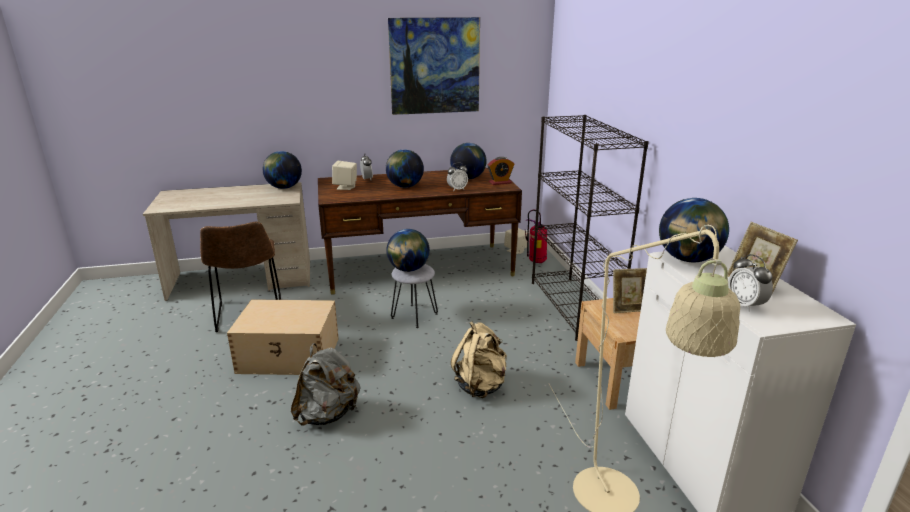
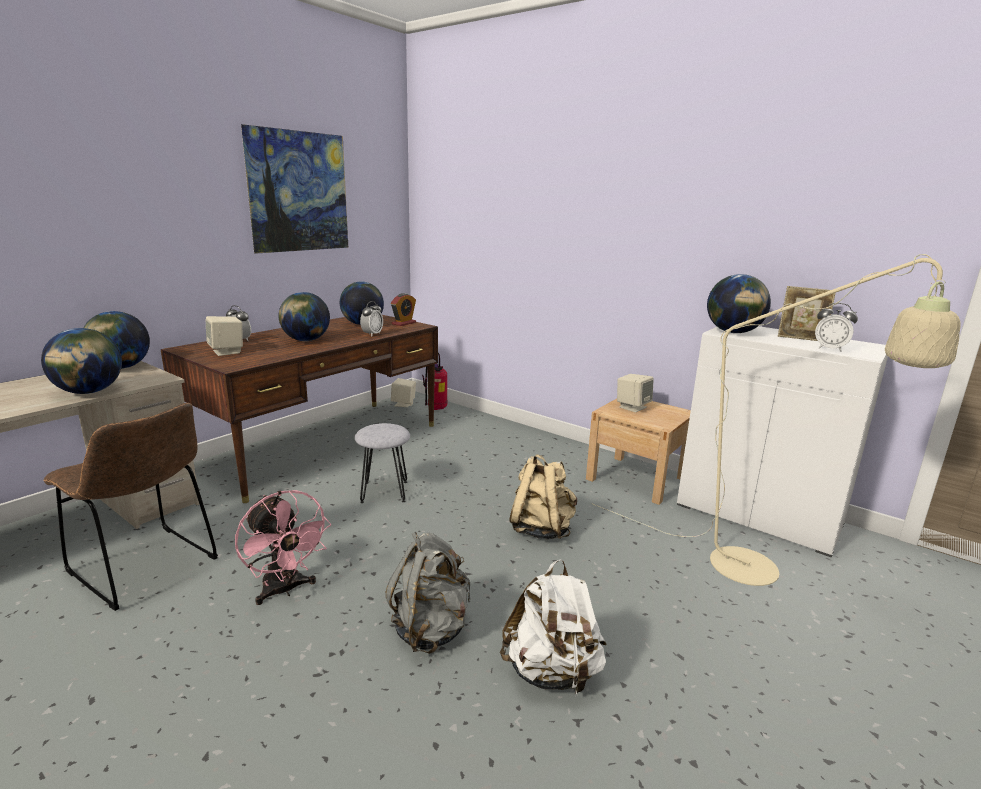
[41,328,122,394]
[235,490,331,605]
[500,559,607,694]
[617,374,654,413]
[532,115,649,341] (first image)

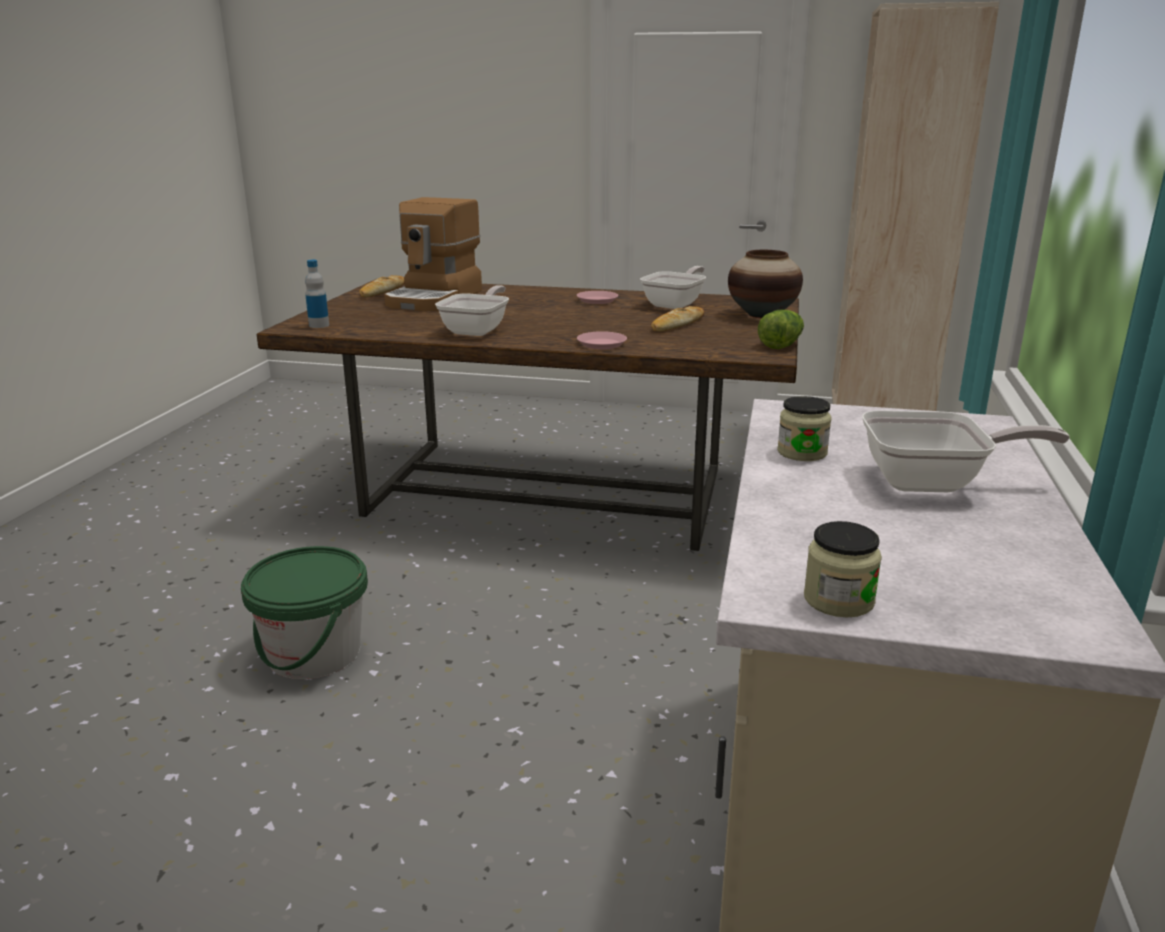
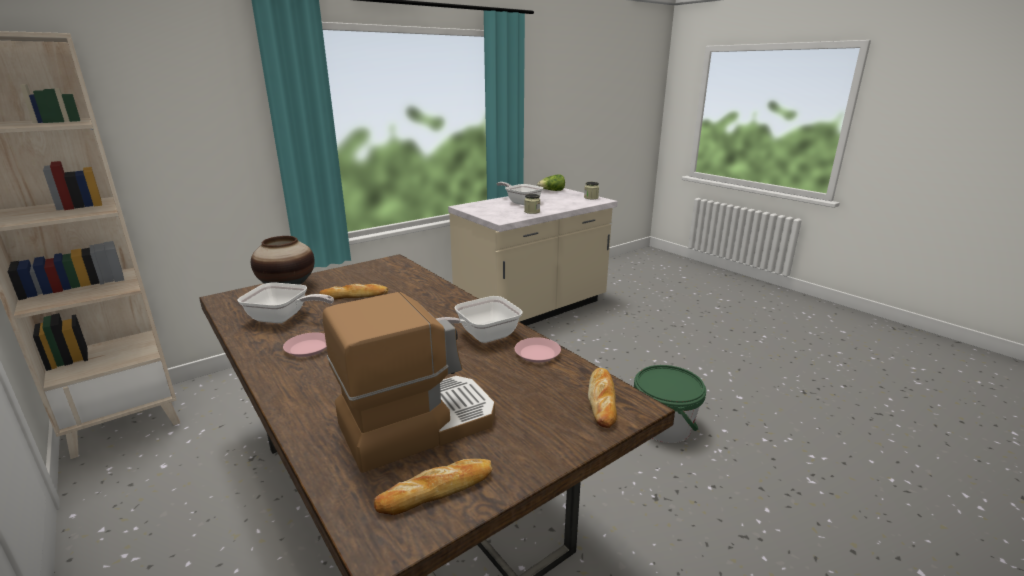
[237,283,334,323]
[515,337,561,363]
[537,174,565,191]
[588,368,617,428]

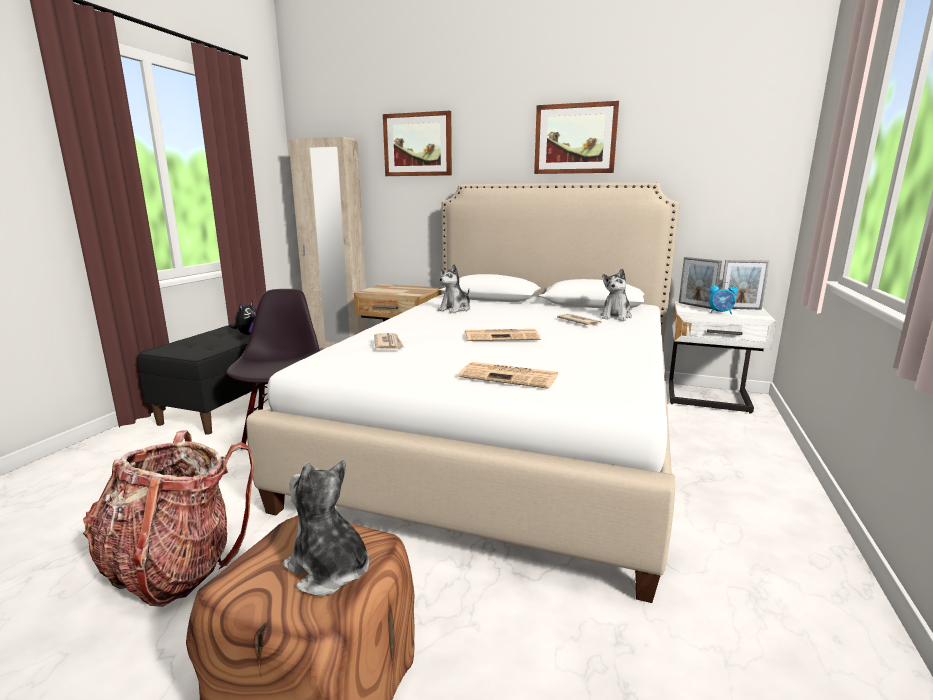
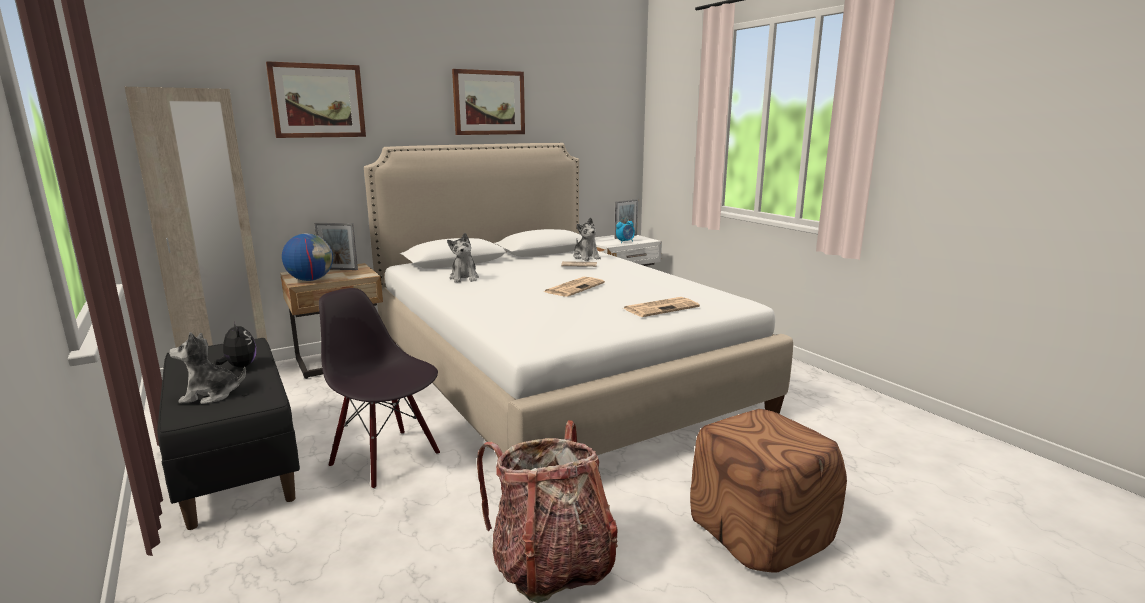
[169,332,246,404]
[282,233,333,281]
[315,223,358,270]
[374,333,404,350] (first image)

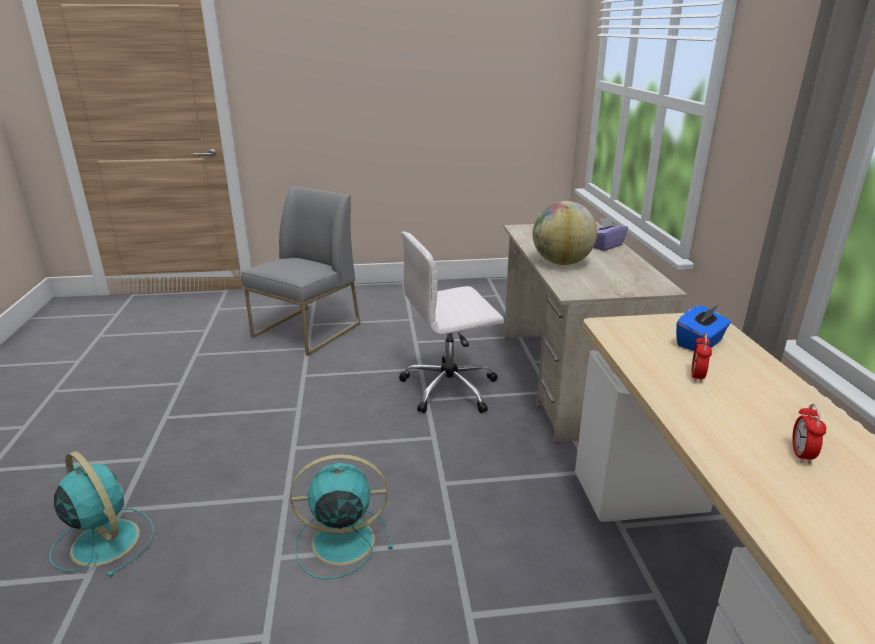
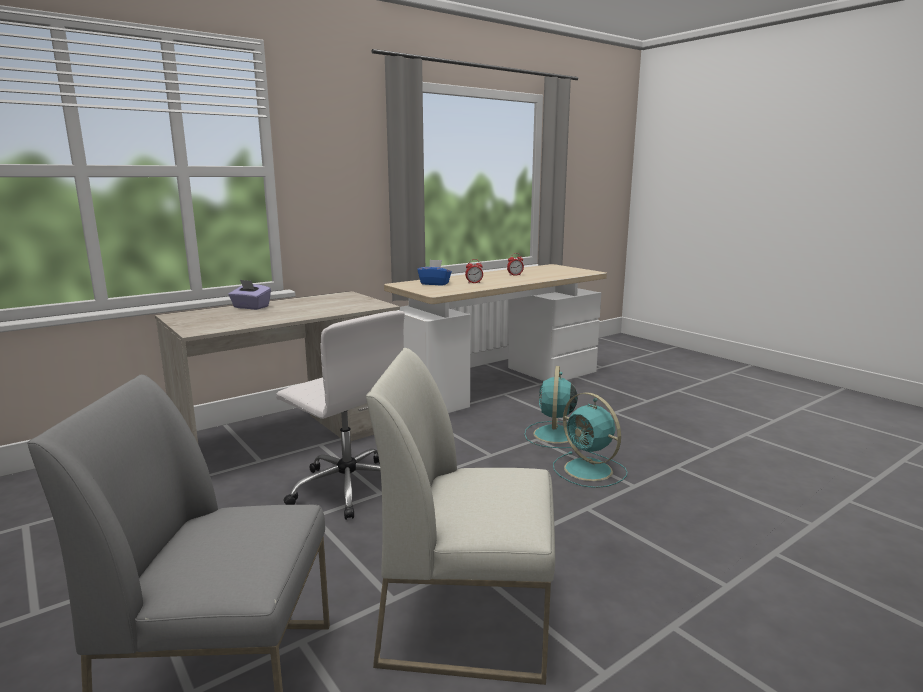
[366,348,555,685]
[524,366,578,448]
[532,201,597,265] (first image)

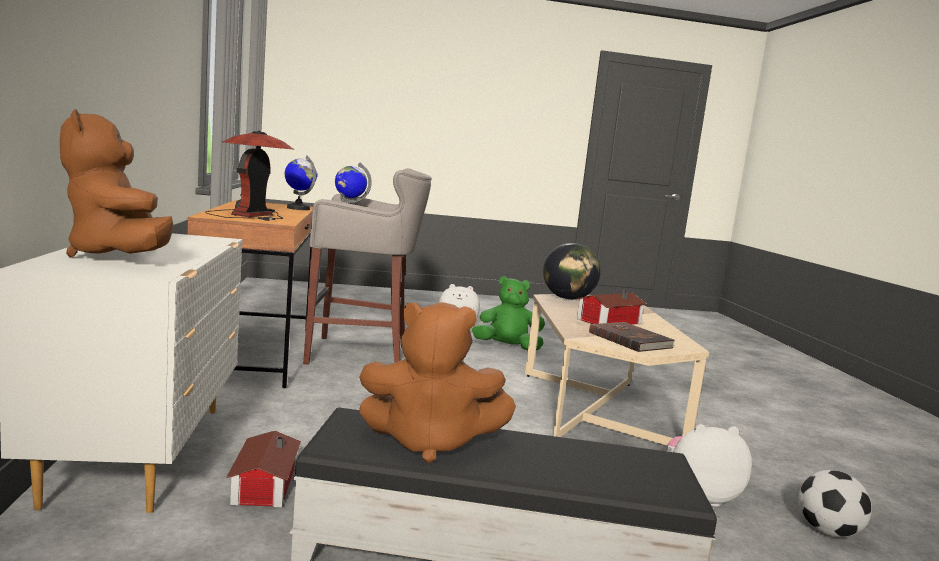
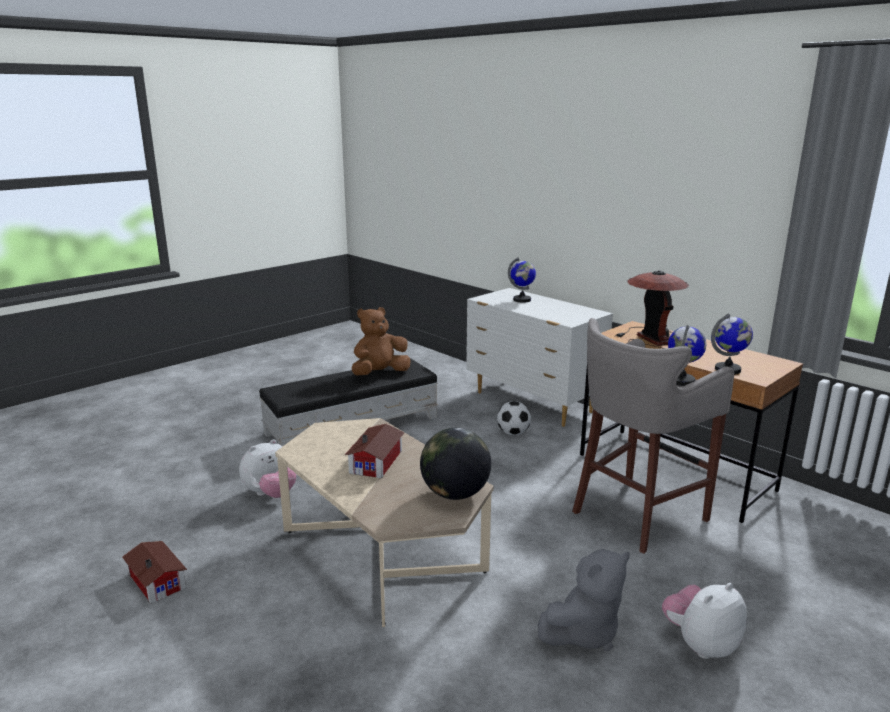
[122,541,187,604]
[497,401,531,435]
[508,257,536,303]
[538,549,630,651]
[589,322,675,352] (first image)

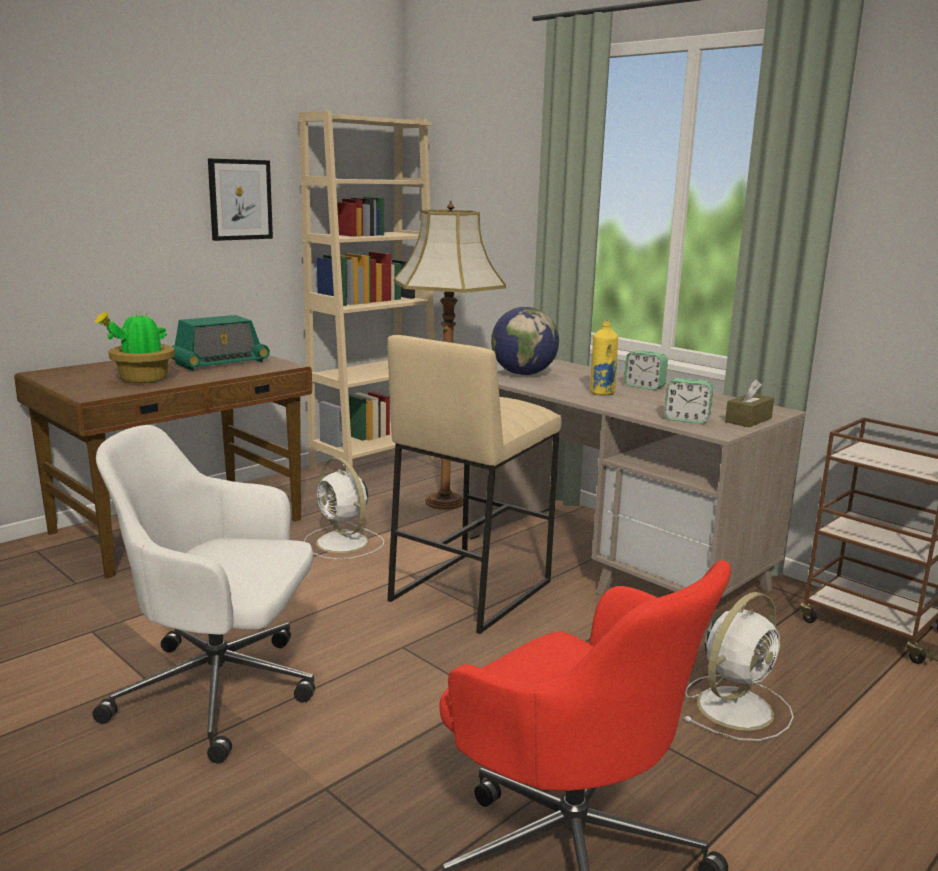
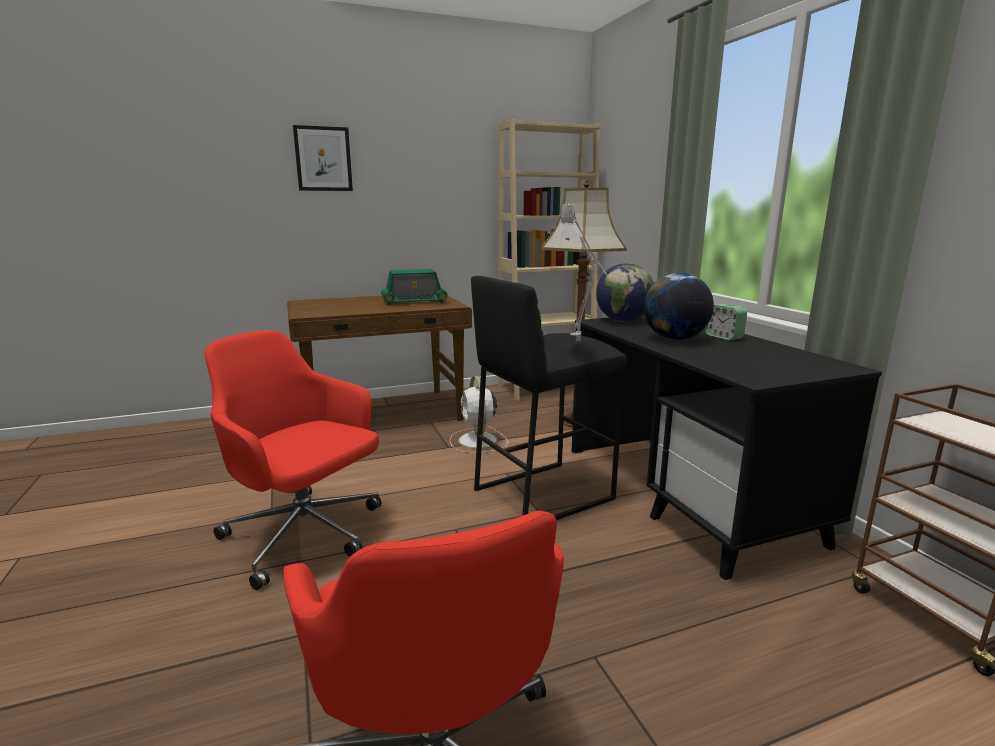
[205,330,381,590]
[293,125,353,191]
[471,276,627,520]
[552,203,608,341]
[572,315,882,580]
[644,273,714,340]
[95,312,175,383] (first image)
[664,378,713,424] (first image)
[684,592,794,741] (first image)
[725,379,774,427] (first image)

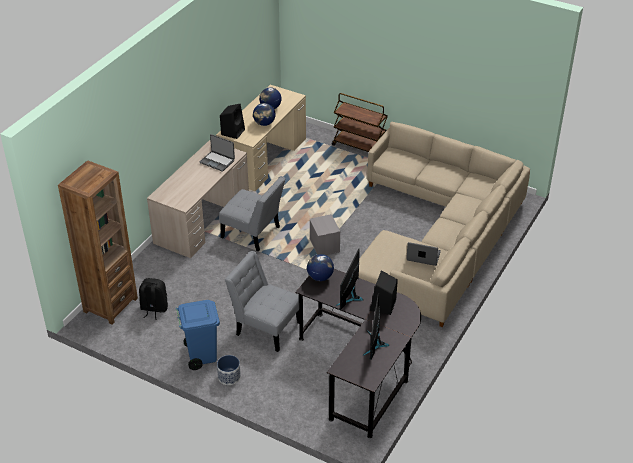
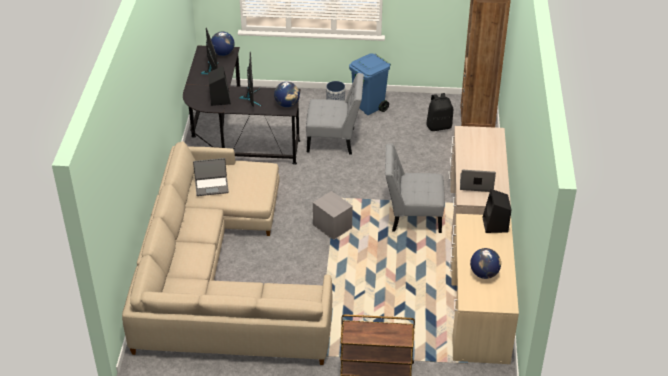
[211,32,235,56]

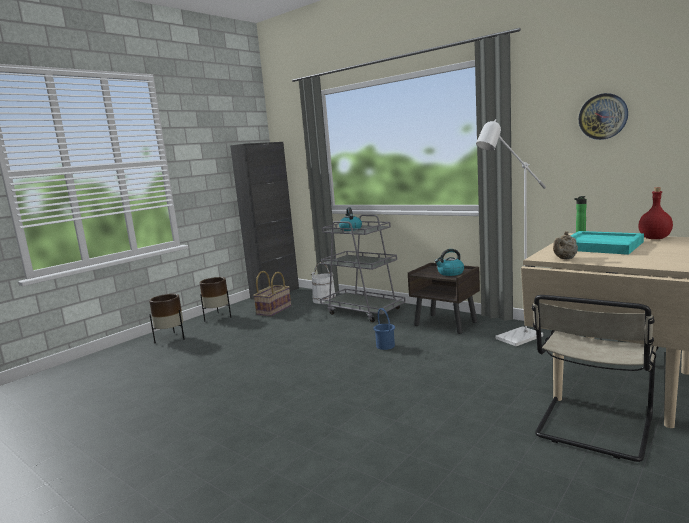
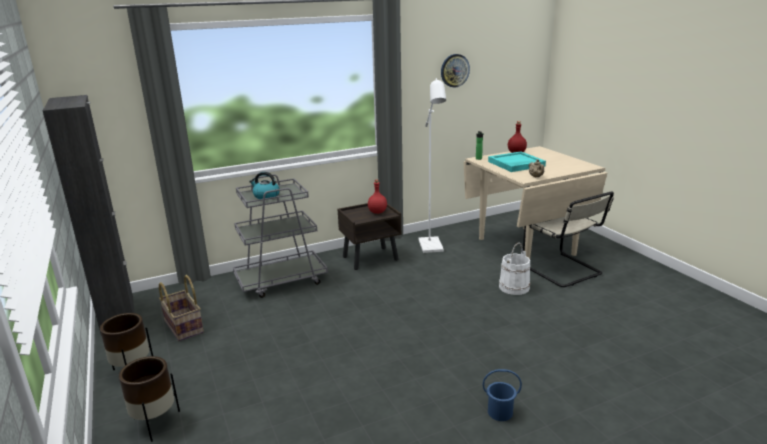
[368,180,387,214]
[483,369,522,421]
[499,242,531,295]

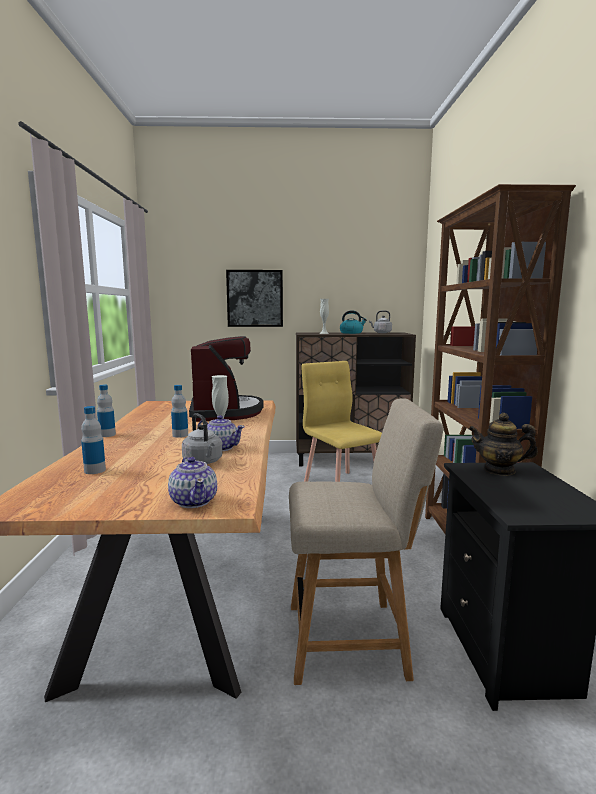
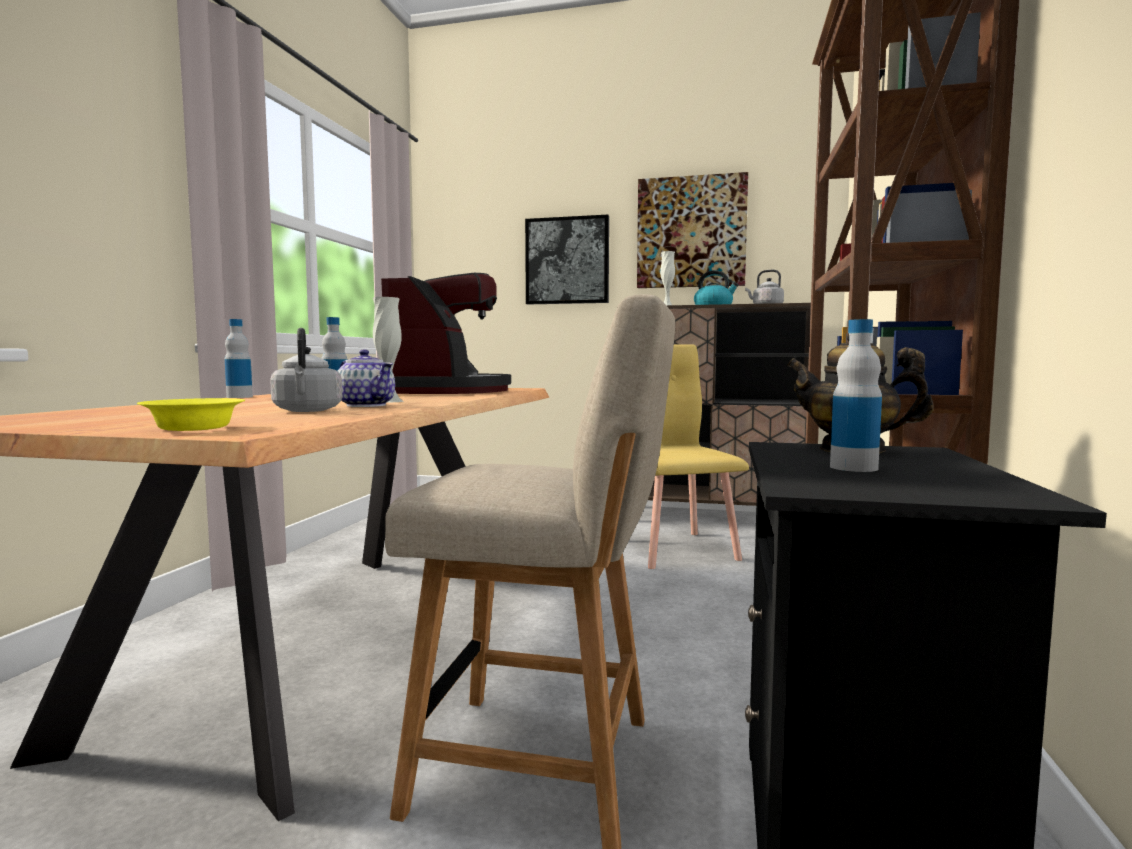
[137,398,245,431]
[637,172,748,288]
[830,319,882,472]

